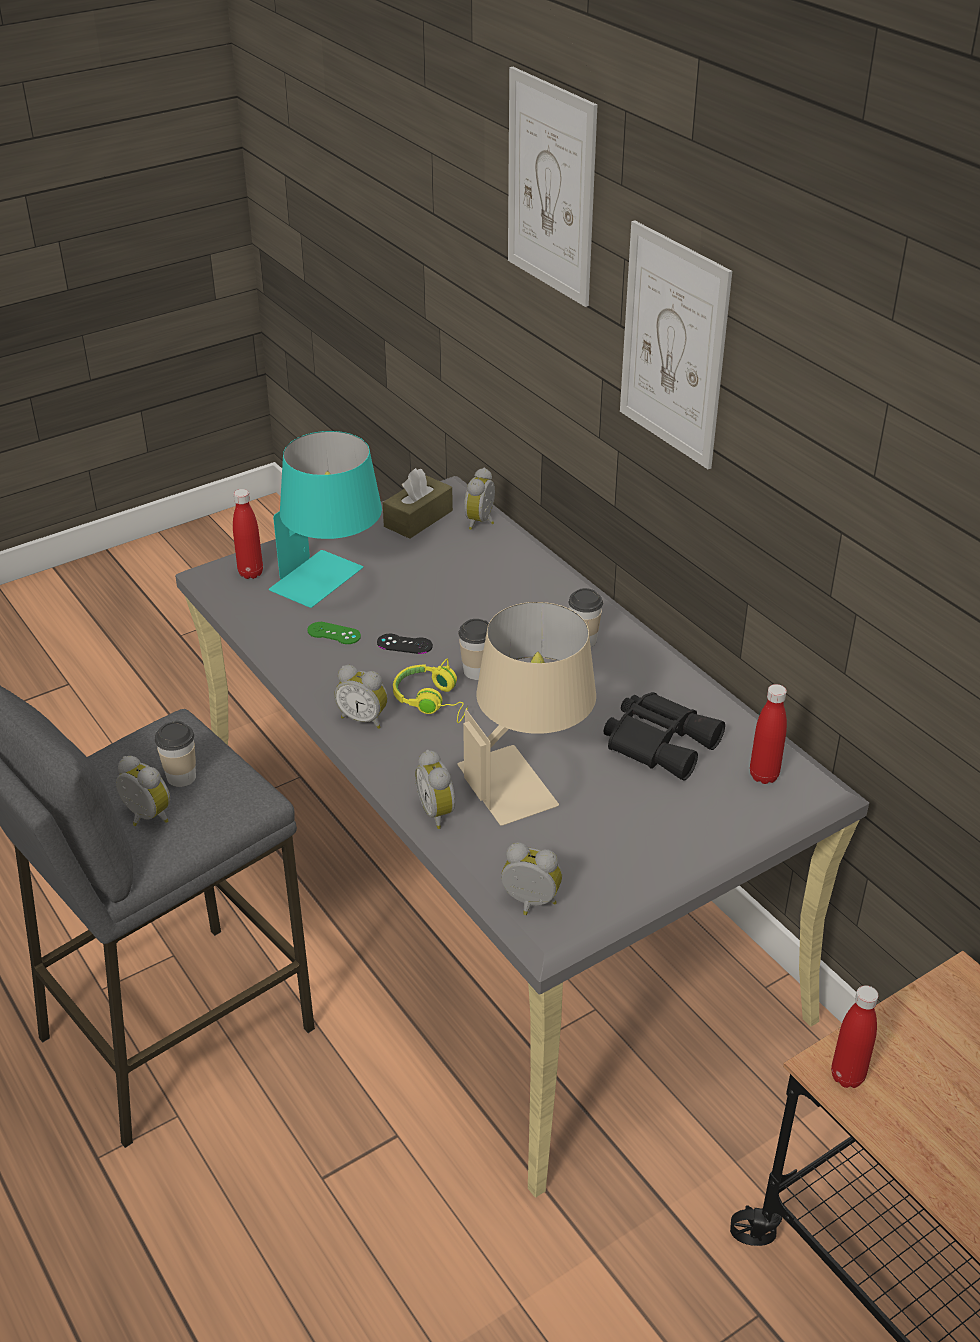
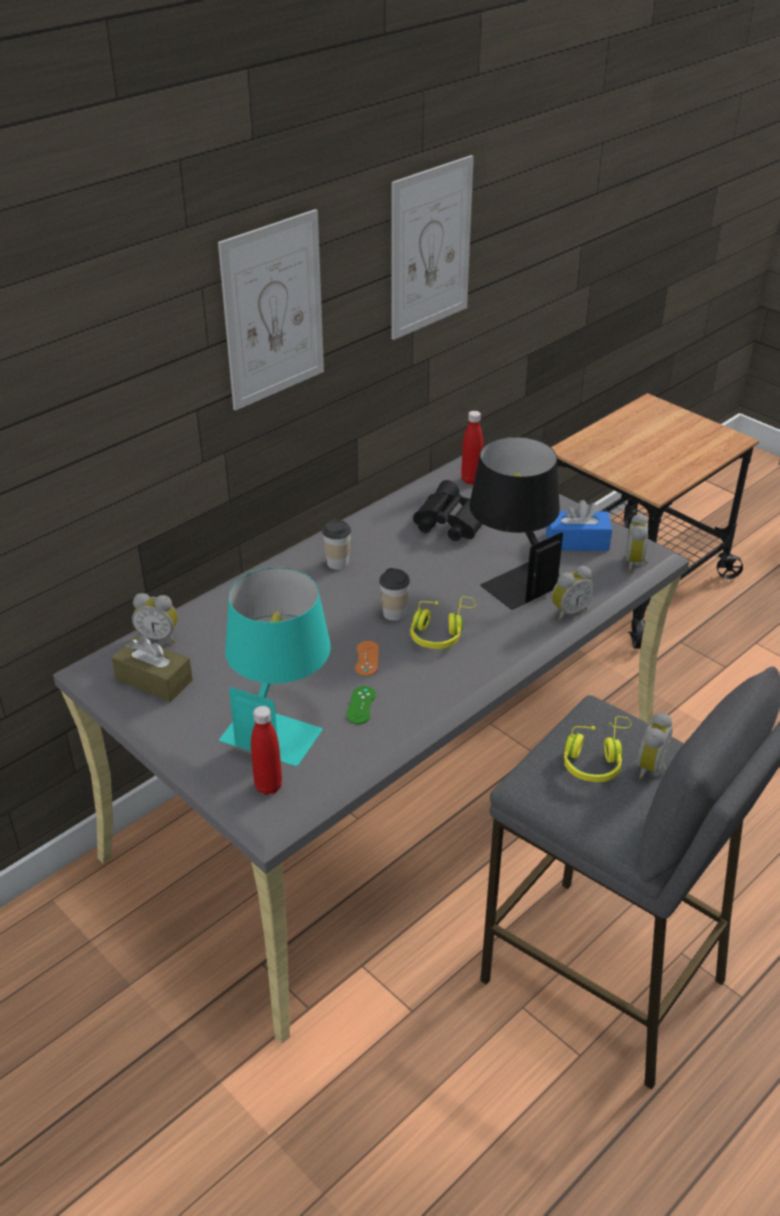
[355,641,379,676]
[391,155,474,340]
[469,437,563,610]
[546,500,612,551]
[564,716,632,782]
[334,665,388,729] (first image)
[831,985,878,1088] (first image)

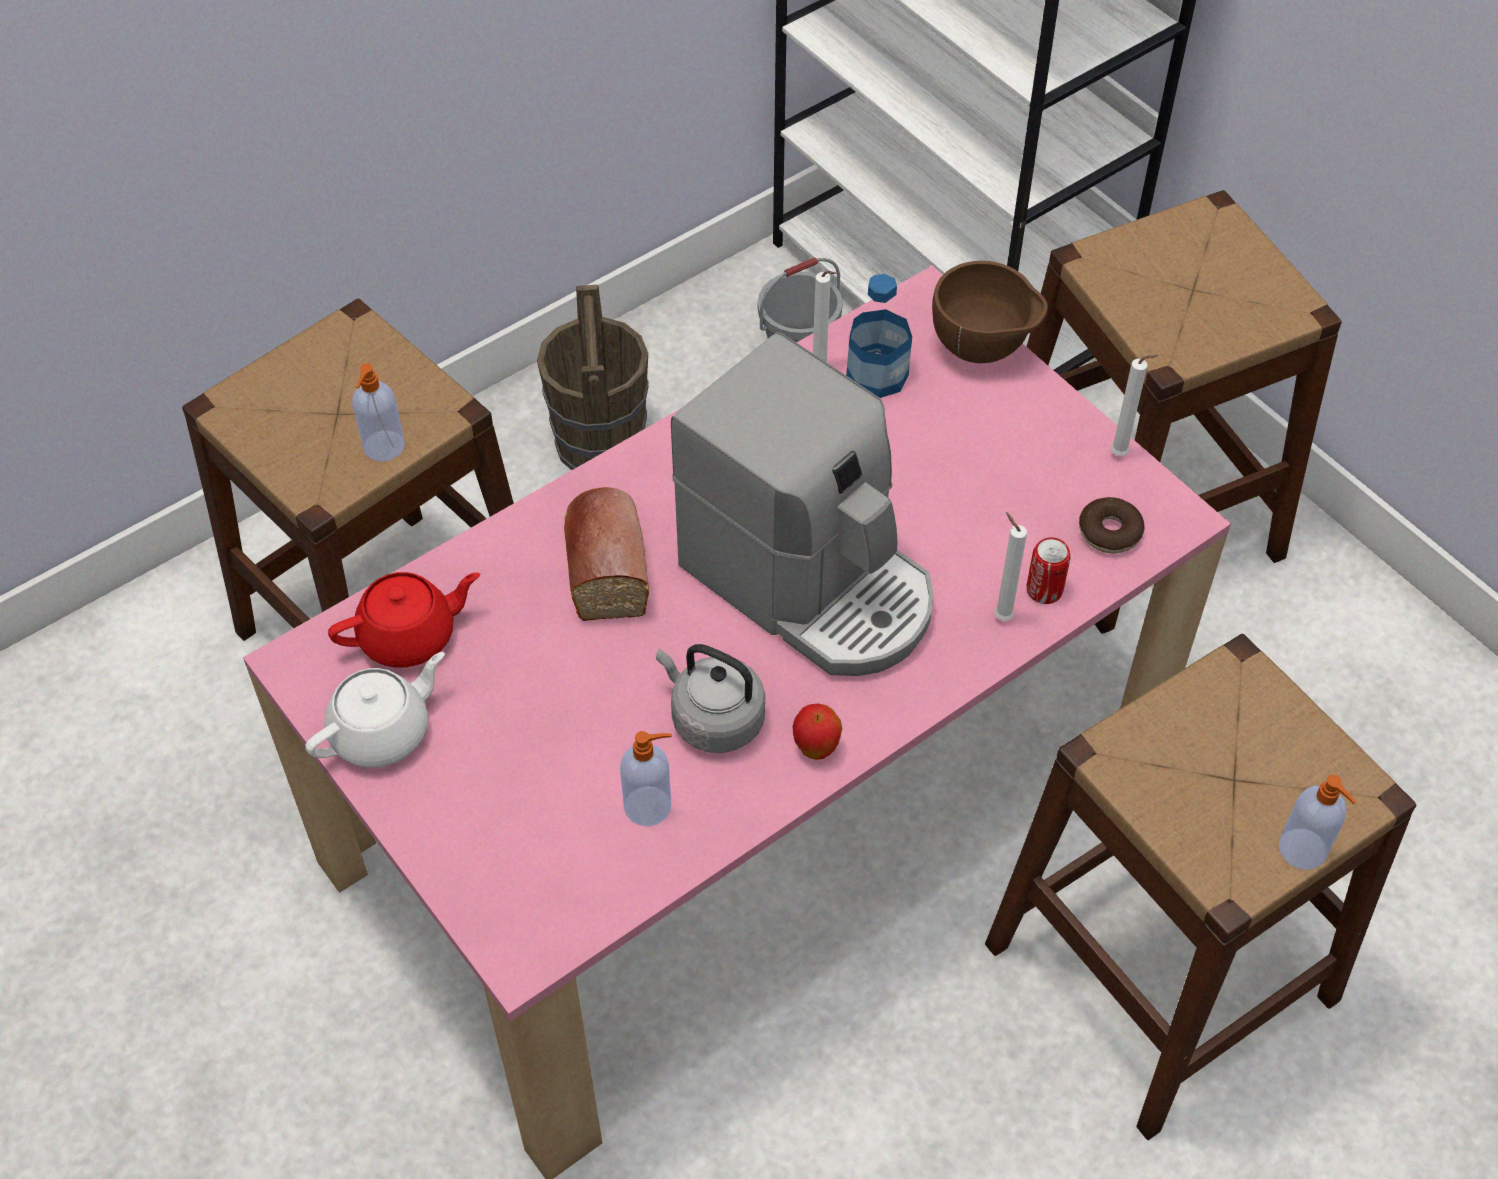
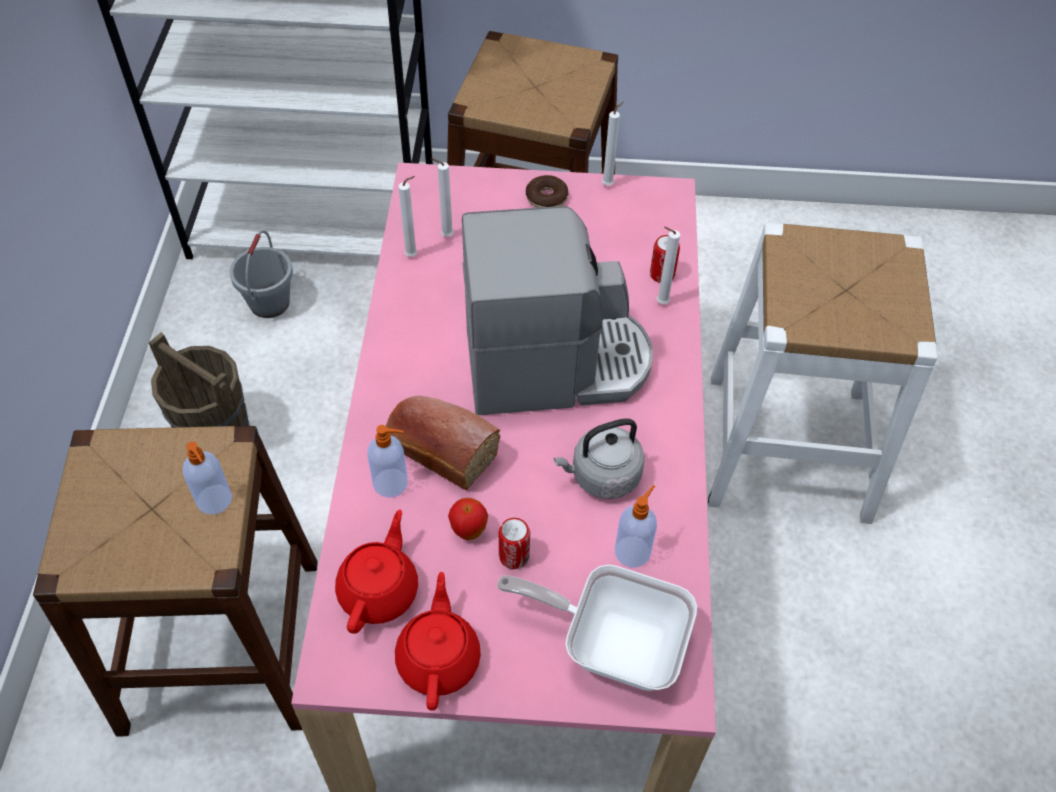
[368,425,408,498]
[395,572,481,711]
[431,158,454,237]
[448,498,488,540]
[497,565,697,691]
[499,518,530,569]
[526,175,568,208]
[708,223,938,524]
[932,261,1048,363] (first image)

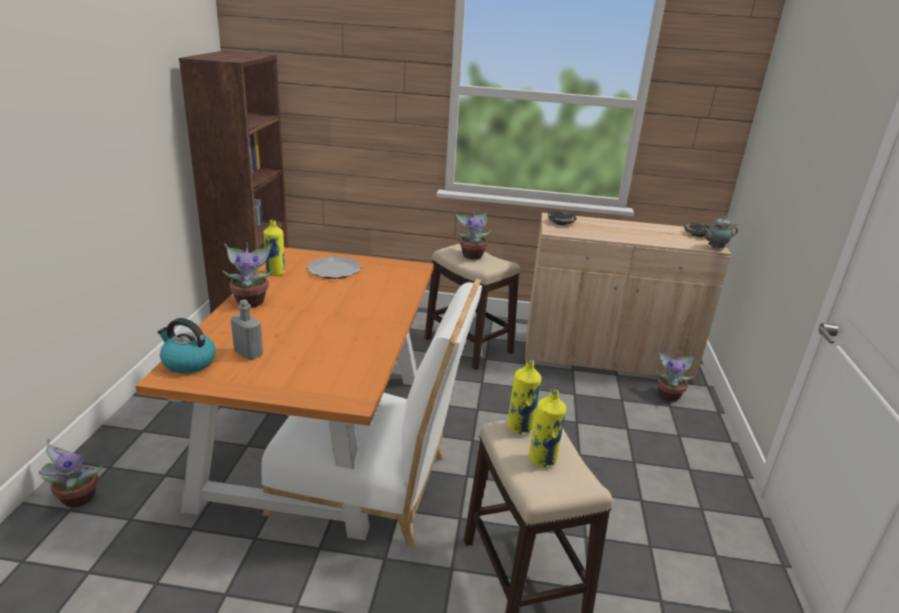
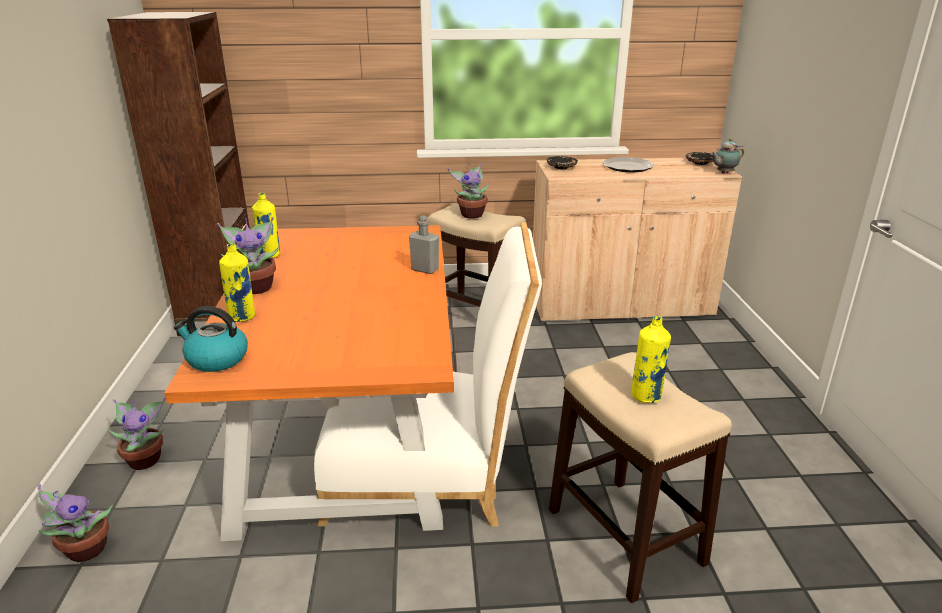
[109,398,166,470]
[219,243,255,322]
[409,215,439,274]
[602,157,654,172]

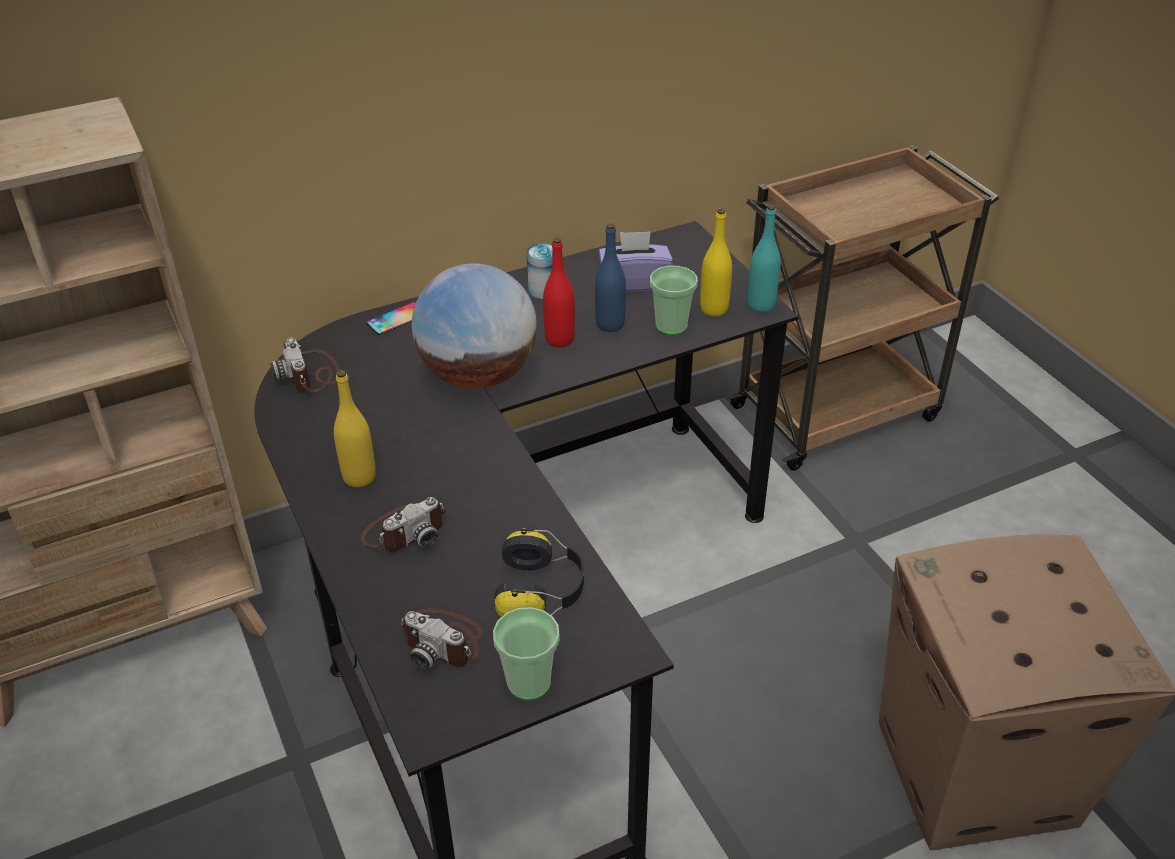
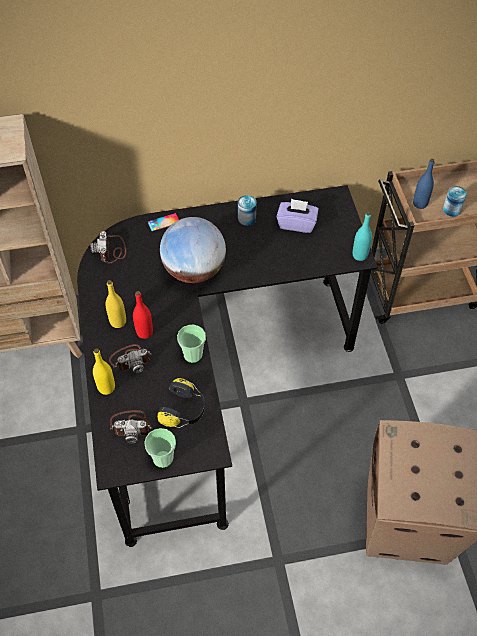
[93,348,115,395]
[110,410,152,443]
[133,291,153,339]
[177,325,206,363]
[413,159,435,209]
[443,186,467,217]

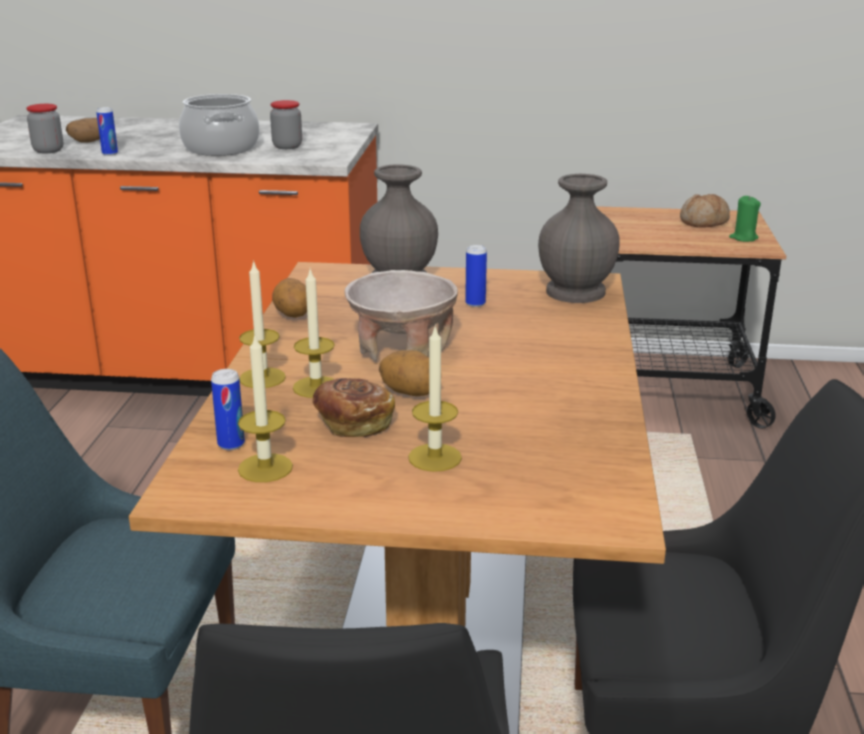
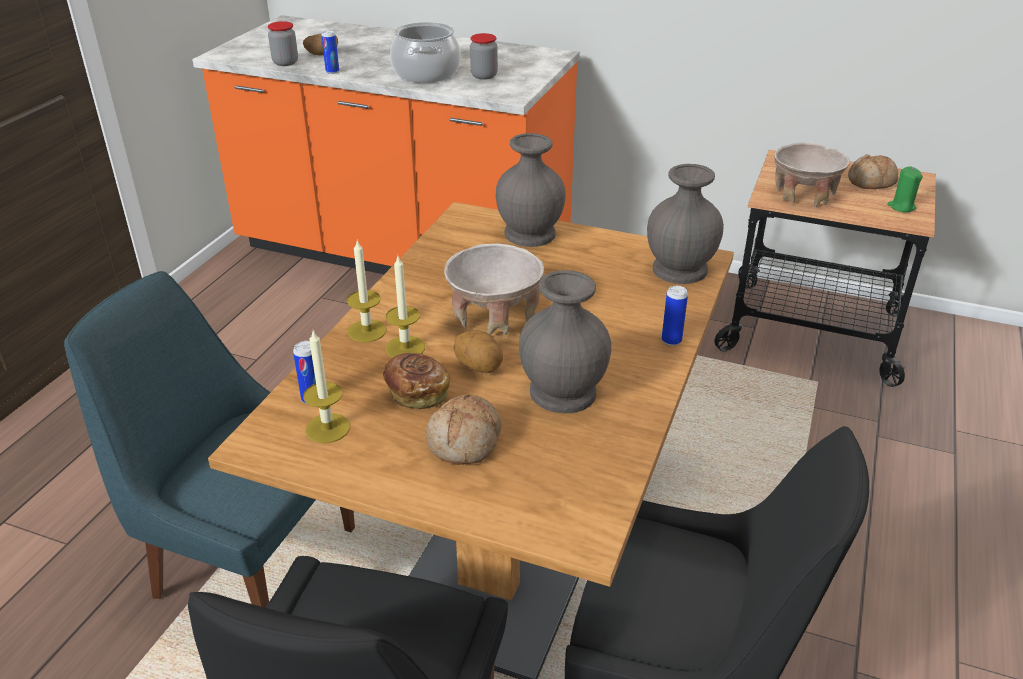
[426,394,501,465]
[519,270,611,413]
[662,286,688,346]
[774,143,850,207]
[272,278,307,318] (first image)

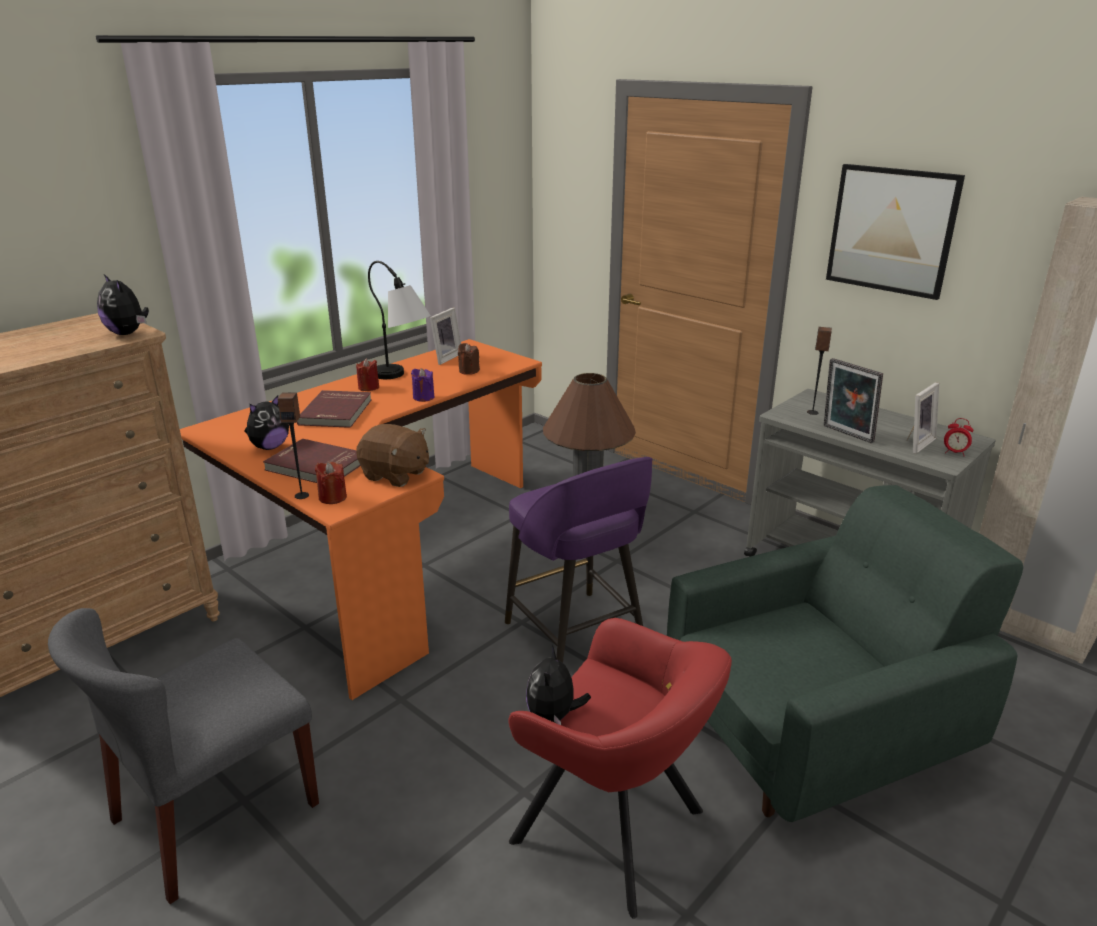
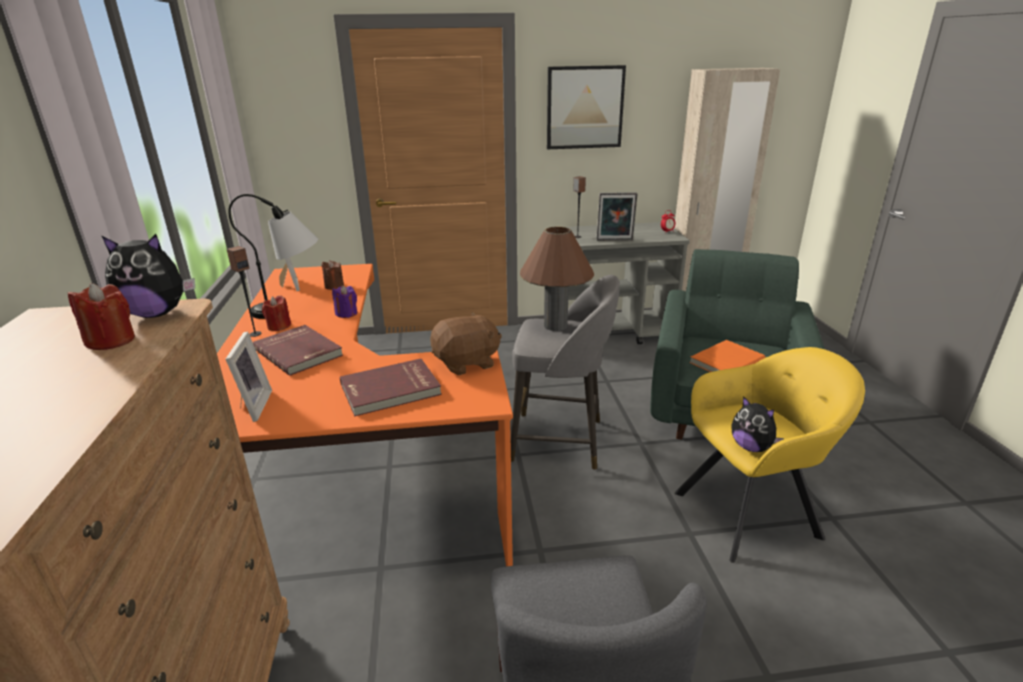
[68,283,135,350]
[226,332,272,422]
[227,246,262,337]
[511,275,620,470]
[675,347,865,563]
[690,340,765,372]
[245,395,289,450] (first image)

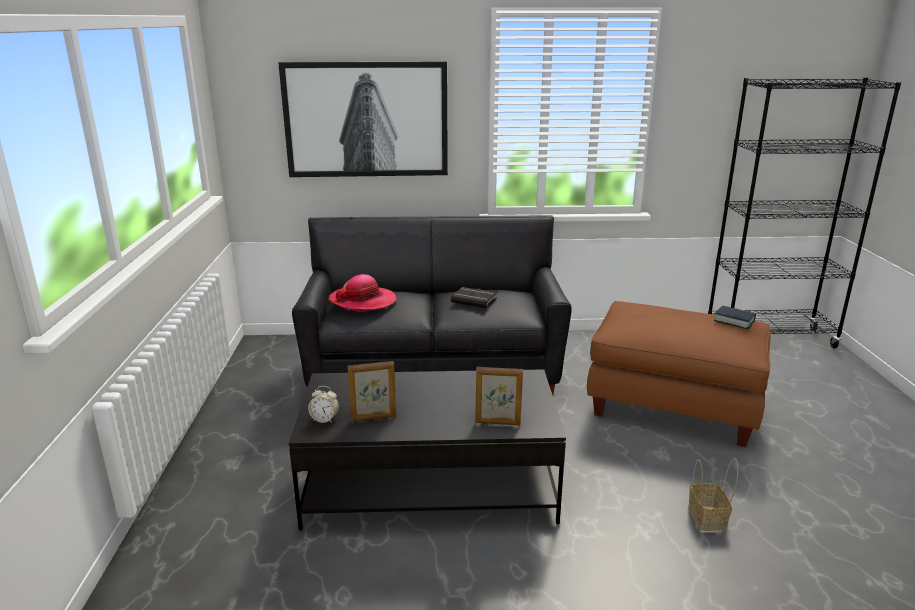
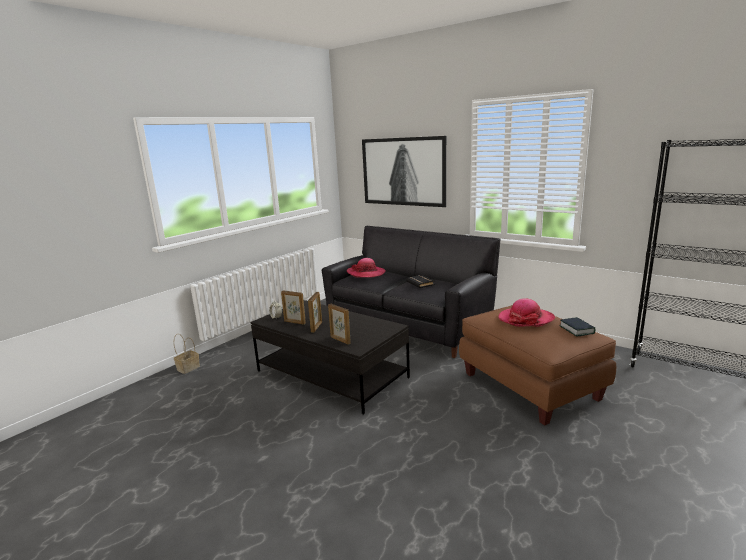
[174,334,200,374]
[308,292,322,333]
[498,298,555,327]

